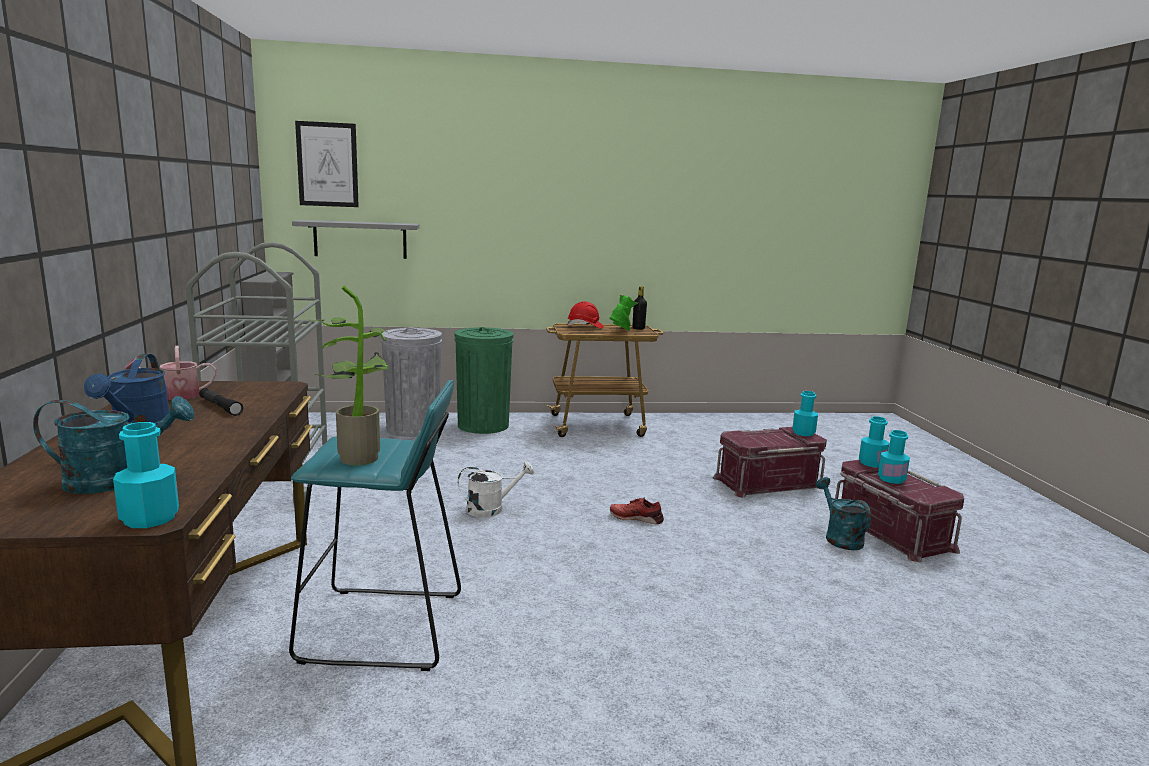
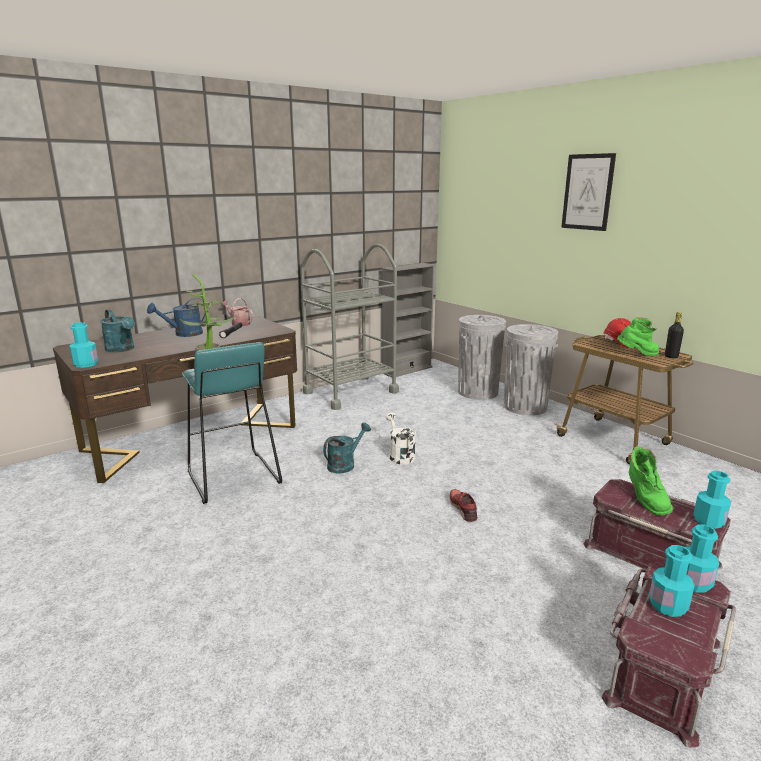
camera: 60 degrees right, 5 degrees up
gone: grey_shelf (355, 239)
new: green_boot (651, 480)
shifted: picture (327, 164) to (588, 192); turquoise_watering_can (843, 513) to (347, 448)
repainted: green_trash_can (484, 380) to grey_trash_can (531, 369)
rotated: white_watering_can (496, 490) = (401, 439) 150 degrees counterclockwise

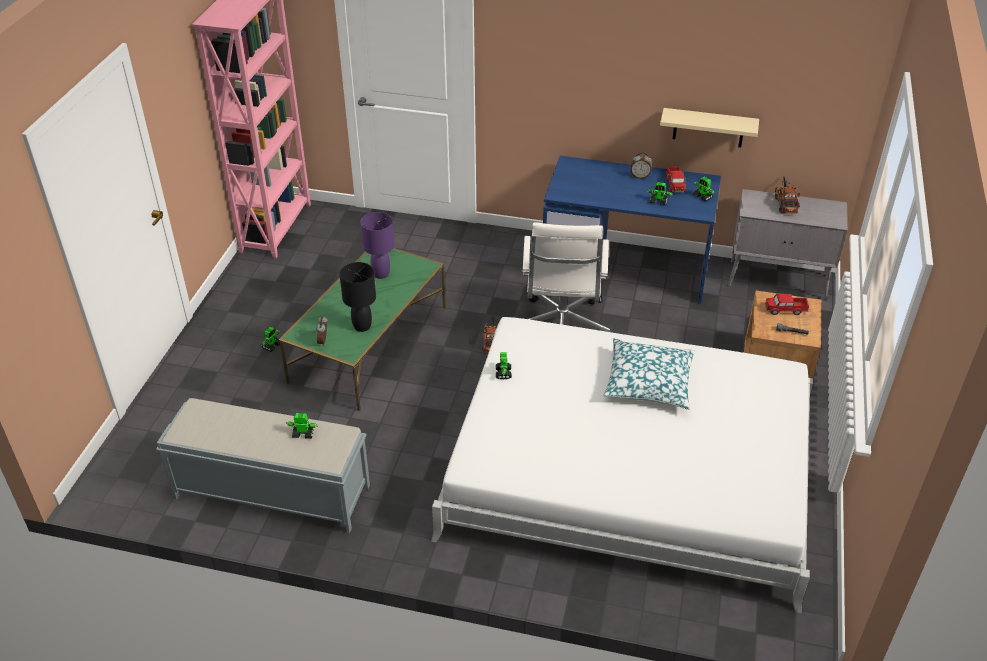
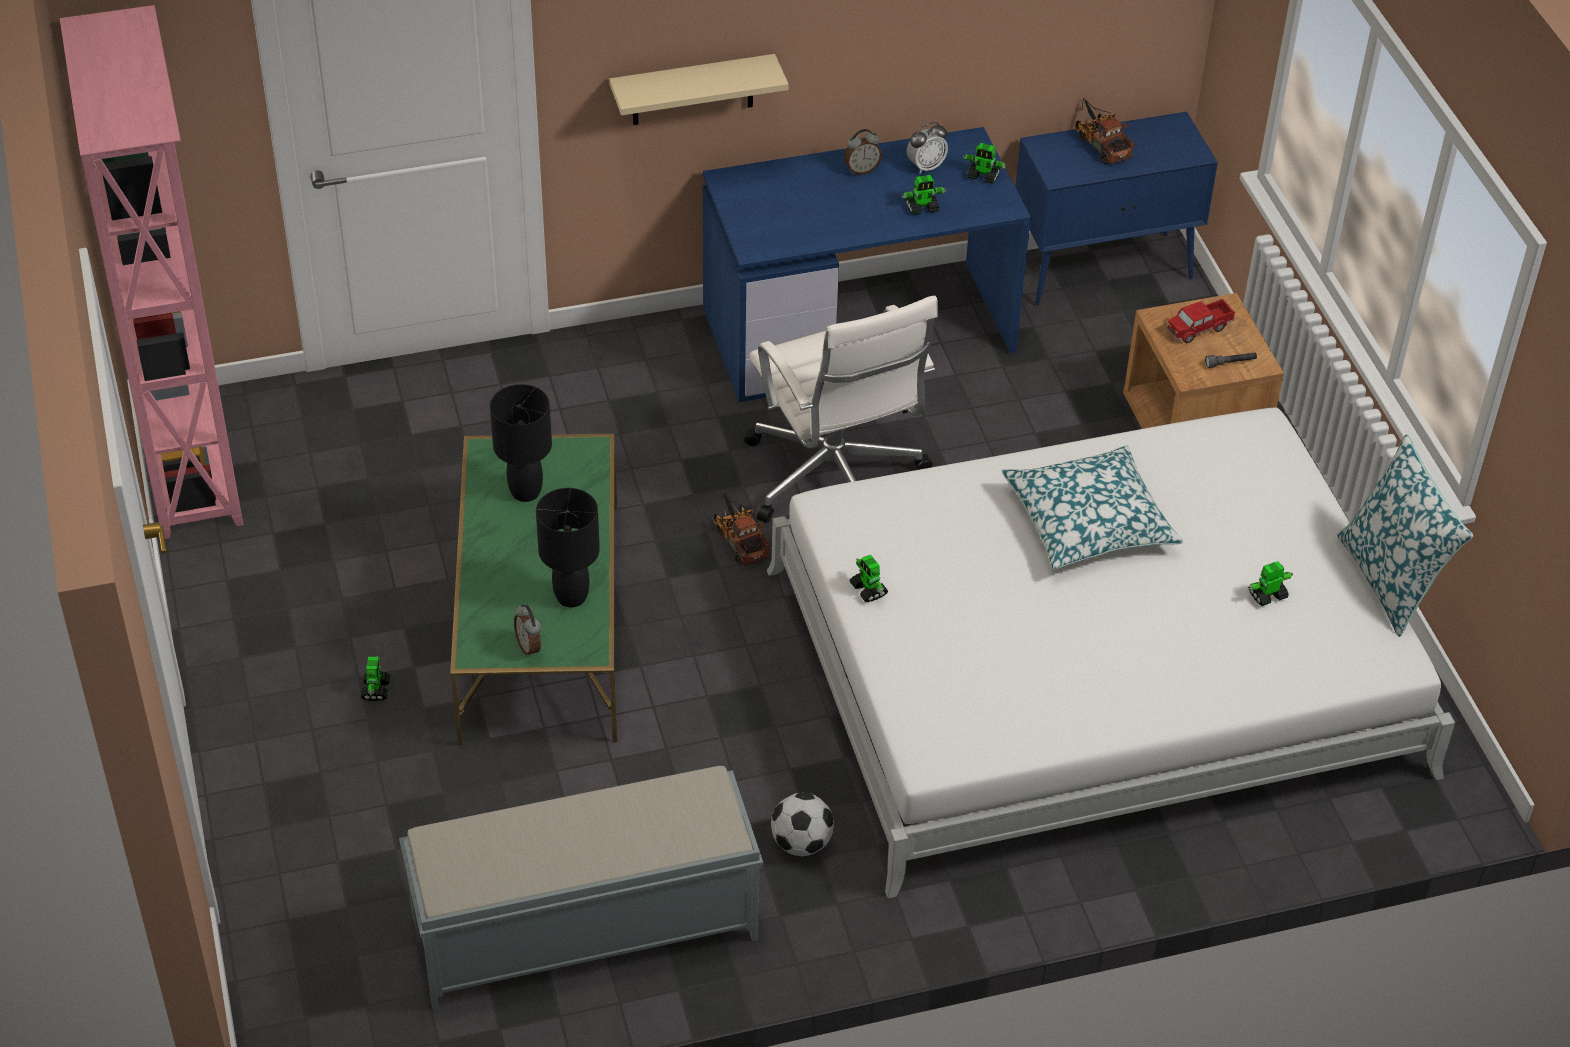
camera: 30 degrees left, 5 degrees up
new: football (802, 824); pillow (1405, 535)
shifted: toy_robot (302, 426) to (1270, 583); beige_shelf (709, 127) to (699, 89)
swapped: toy_truck (676, 179) to alarm_clock (927, 148)
repainted: purple_table_lamp (377, 245) to black_table_lamp (521, 443); grey_cabinet (787, 244) to blue_cabinet (1116, 209)

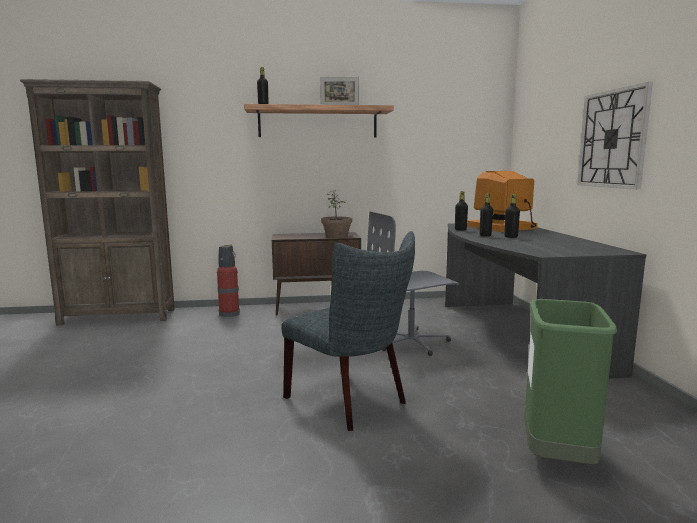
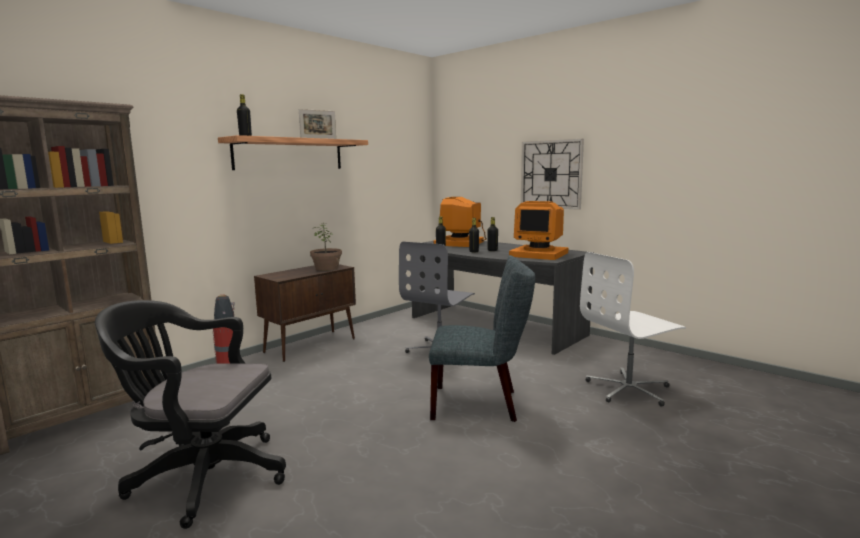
camera: 40 degrees left, 0 degrees up
new: black_office_chair (190, 414); monitor (538, 230)
swapped: green_trash_can (570, 382) to white_office_chair (633, 329)

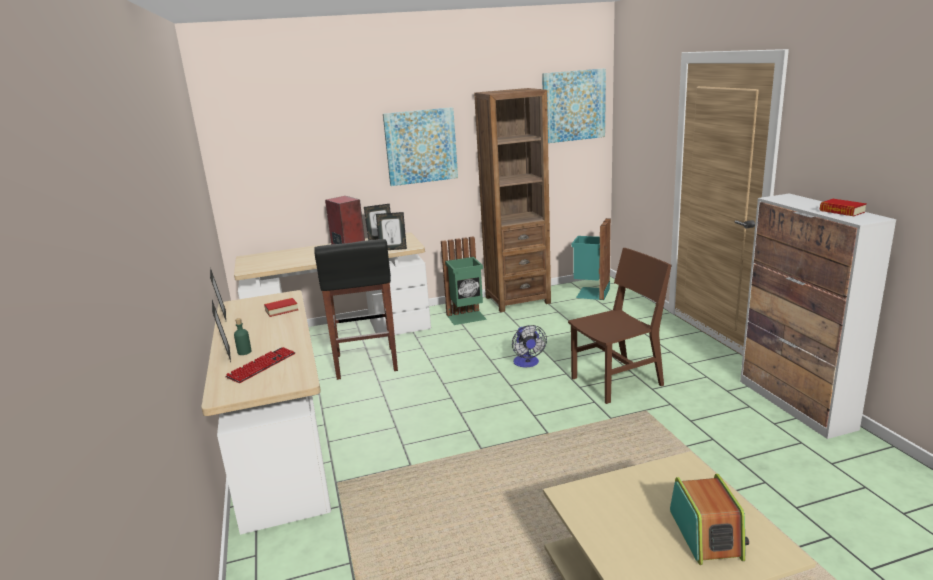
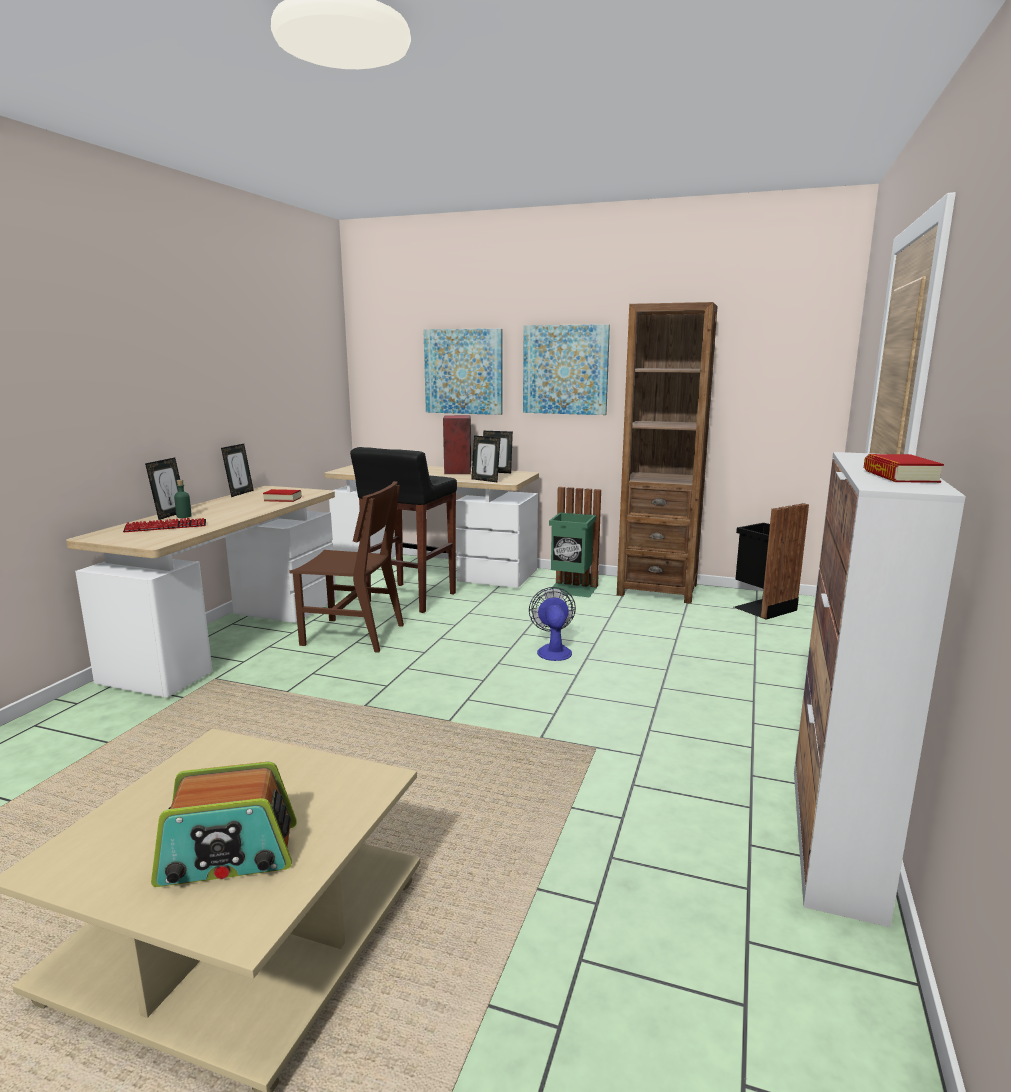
camera: 35 degrees right, 5 degrees down
shifted: picture (574, 105) to (463, 372); brown_chair (620, 326) to (347, 567)
repainted: turquoise_trash_can (591, 259) to black_trash_can (771, 561)
rotated: fan (529, 346) = (552, 624) 150 degrees clockwise; radio (709, 519) = (224, 824) 45 degrees clockwise

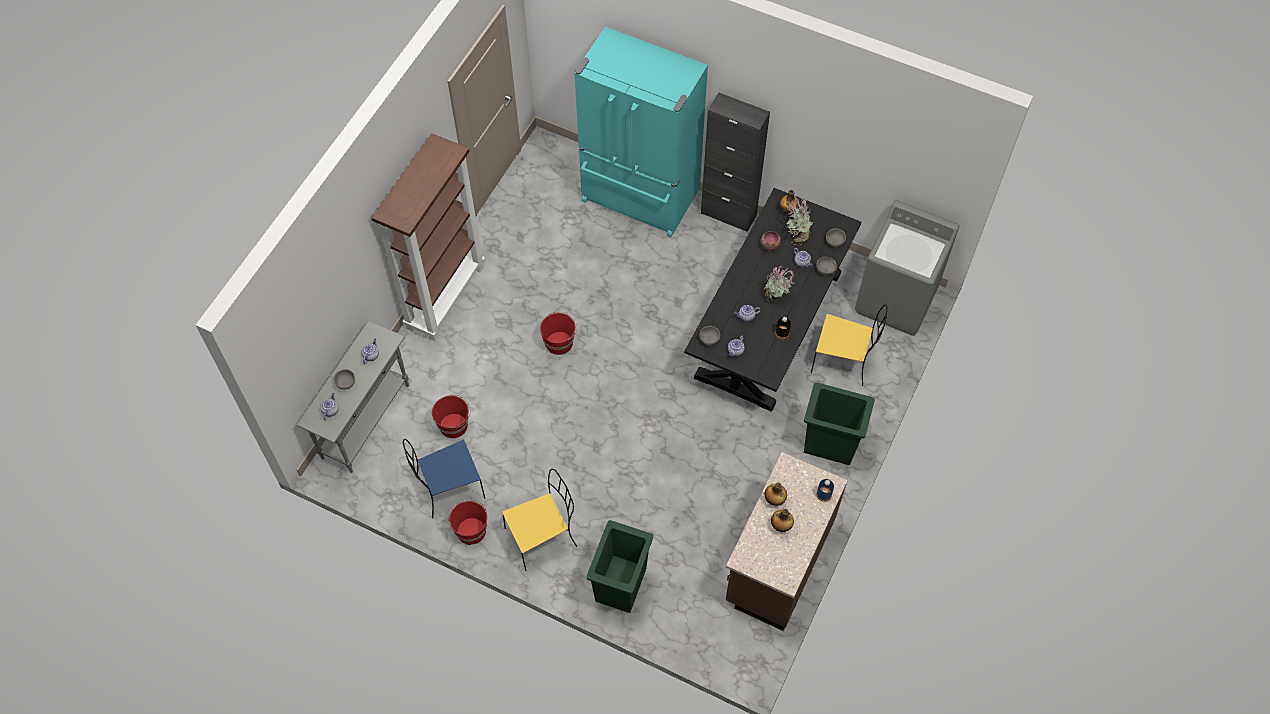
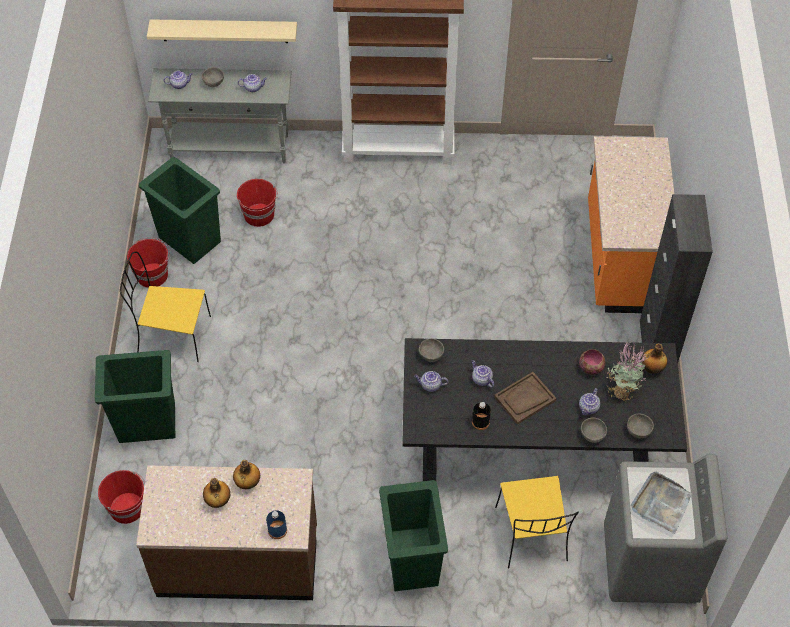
camera: 65 degrees right, 5 degrees down
new: beige_shelf (222, 31); grey_tray (661, 503)
shifted: red_bucket (558, 333) to (121, 497)
swapped: blue_chair (444, 478) to green_trash_can (180, 210); turquoise_fridge (641, 132) to orange_counter (631, 224); potted_plant (778, 283) to brown_tray (525, 398)
rotated: yellow_chair (539, 520) = (165, 307) 150 degrees clockwise

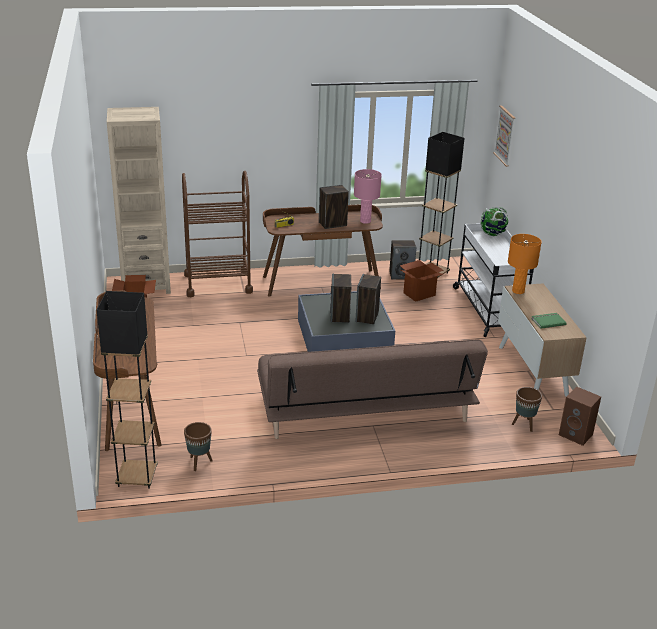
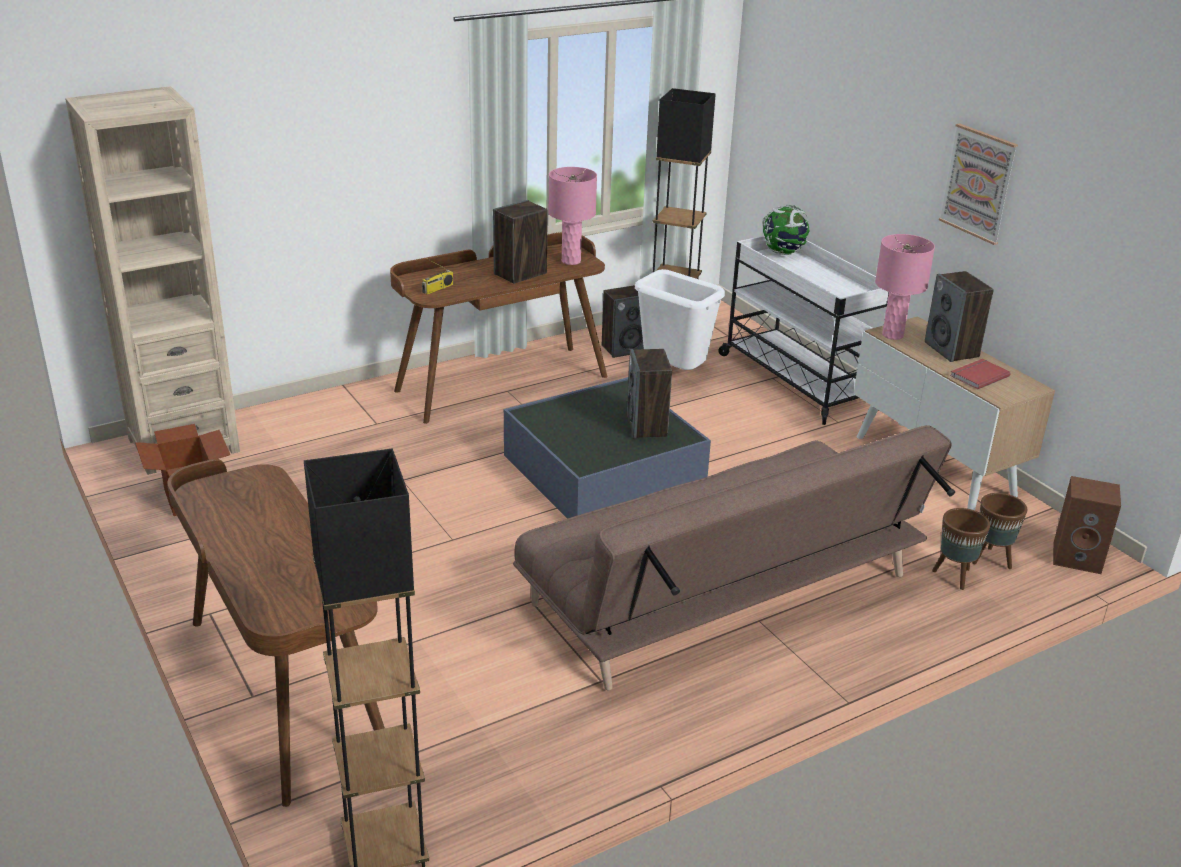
camera: 20 degrees left, 0 degrees up
gone: brown_cart (217, 234)
shifted: brown_planter (198, 446) to (961, 549); speaker (340, 298) to (959, 316); picture (504, 136) to (978, 184)
swapped: cardboard_box (422, 281) to white_trash_can (680, 319)
repainted: orange_table_lamp (525, 264) to pink_table_lamp (905, 287); green_book (549, 321) to red_book (980, 374)

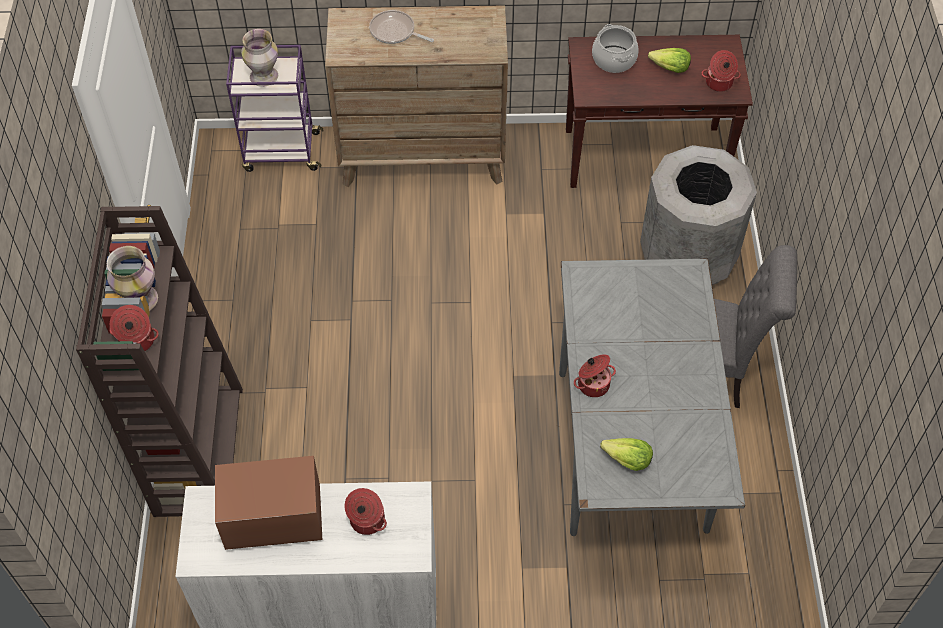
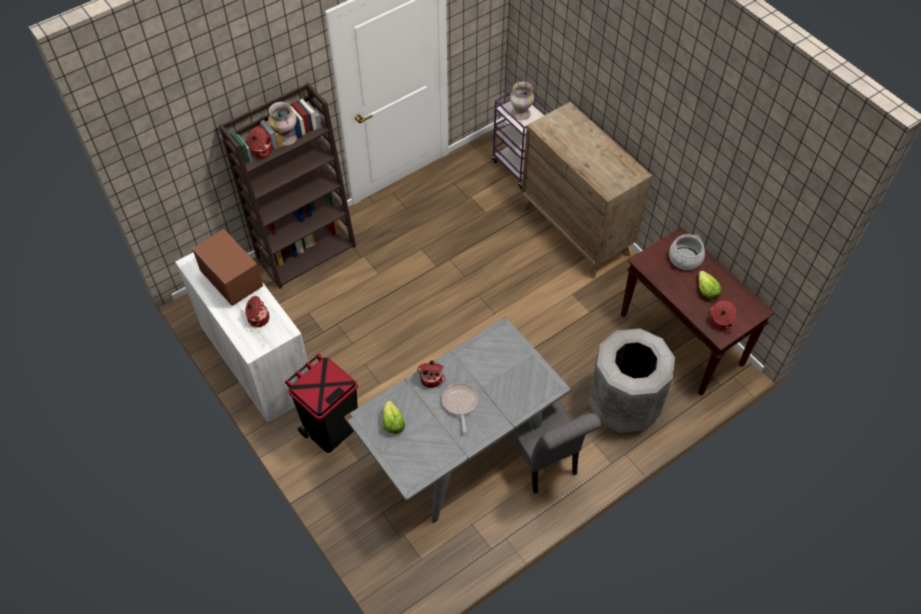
camera: 55 degrees right, 0 degrees up
new: black_trash_can (321, 403)
shifted: frying_pan (401, 27) to (460, 408)

